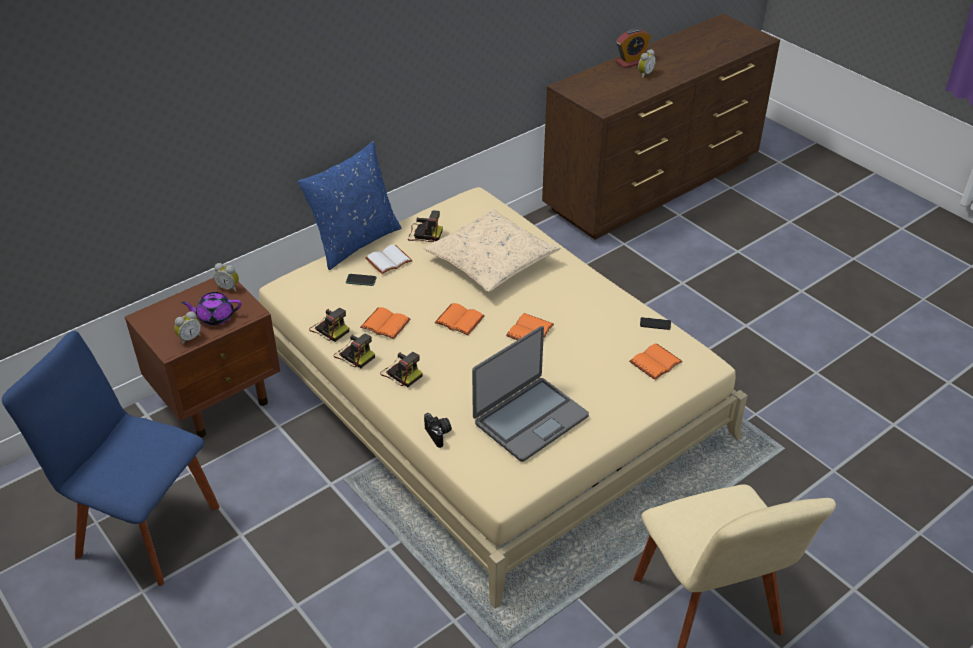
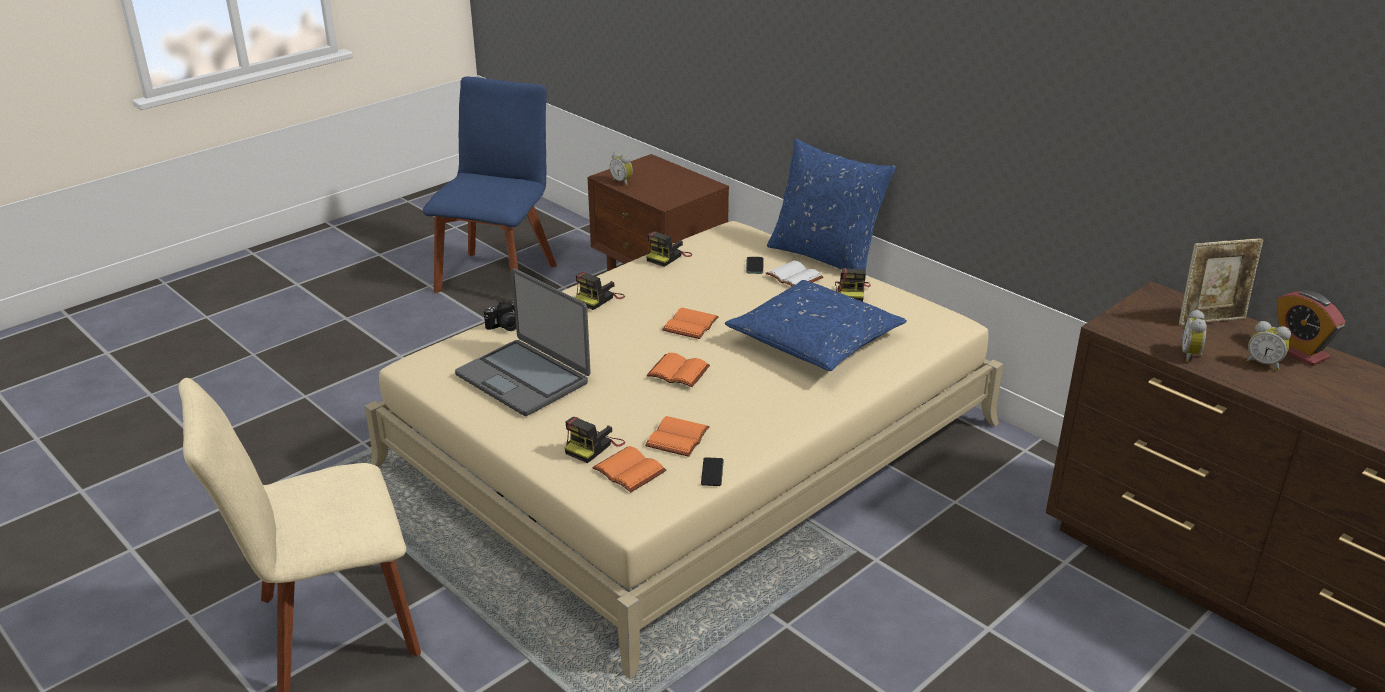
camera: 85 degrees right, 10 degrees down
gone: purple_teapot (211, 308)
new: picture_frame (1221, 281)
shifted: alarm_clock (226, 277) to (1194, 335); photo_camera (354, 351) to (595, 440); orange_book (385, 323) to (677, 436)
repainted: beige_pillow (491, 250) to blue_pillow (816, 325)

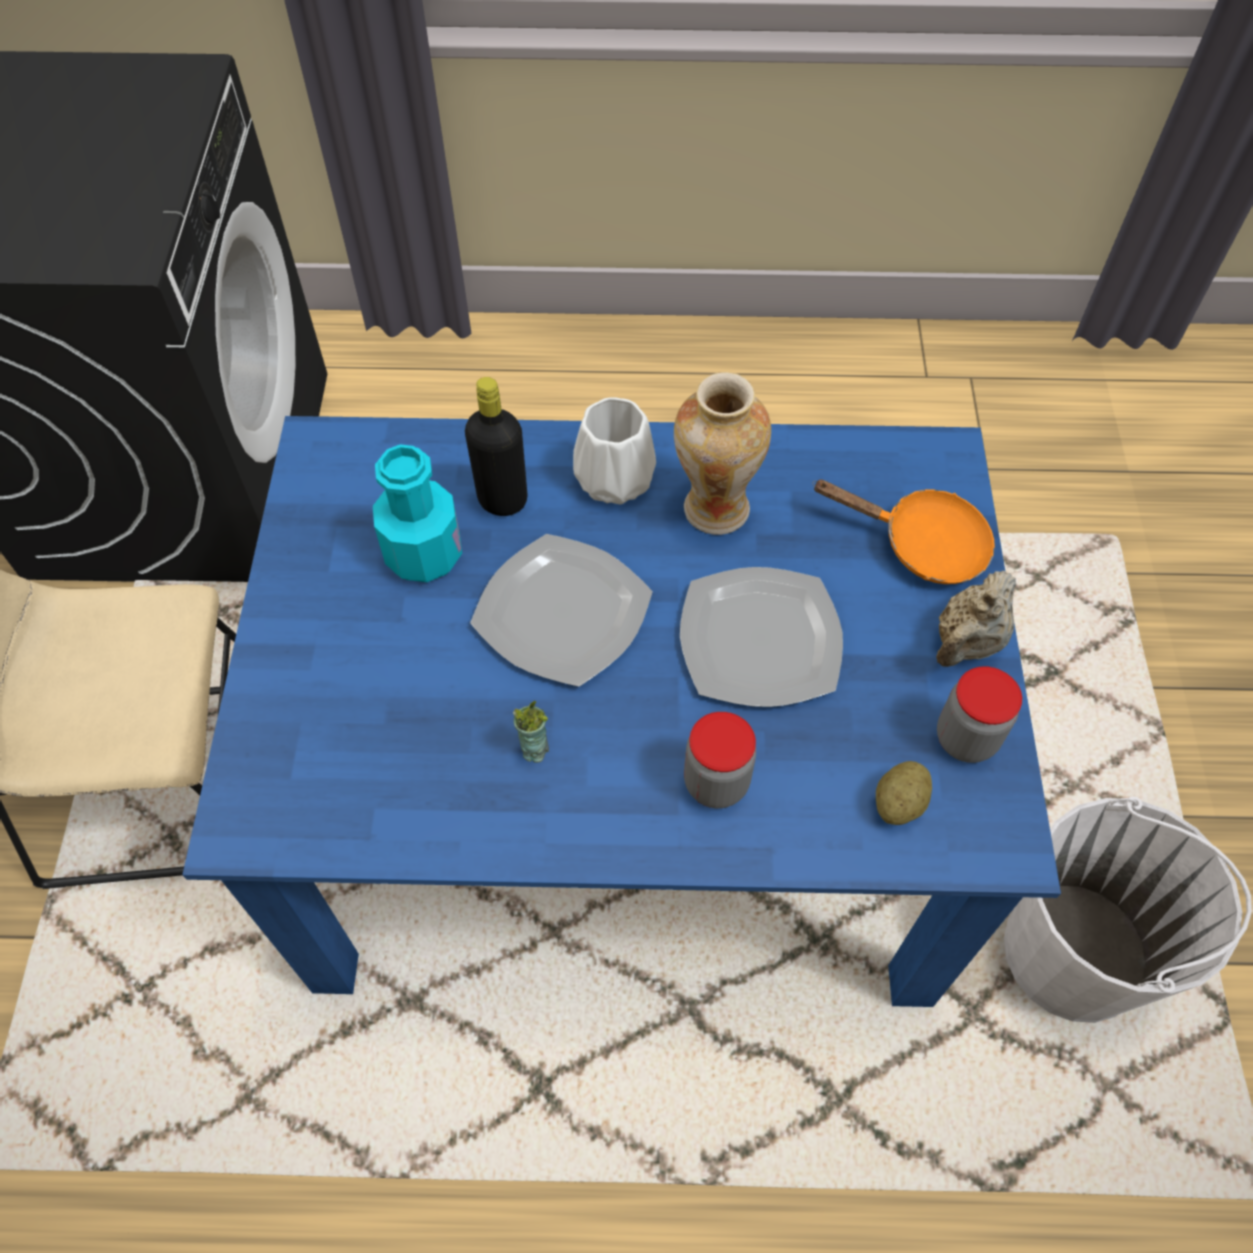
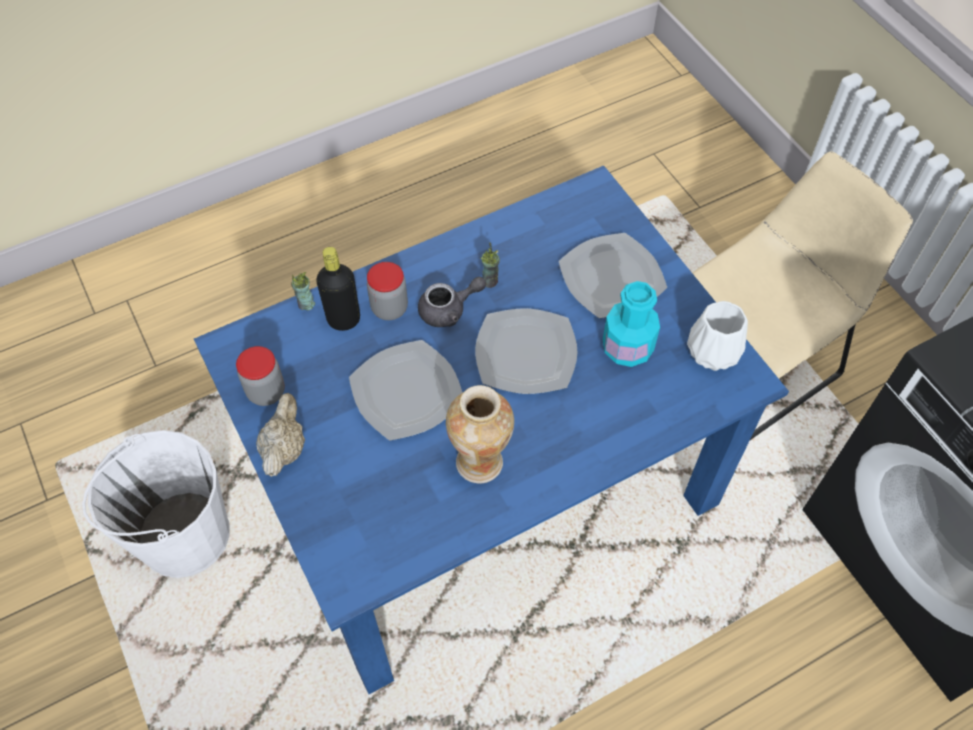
camera: 150 degrees right, 0 degrees up
gone: orange_frying_pan (903, 532); potato (904, 793)
new: cup (303, 291); grey_teapot (452, 302); plate (613, 275)
shifted: black_bottle (496, 446) to (338, 289); white_vase (614, 450) to (717, 336)

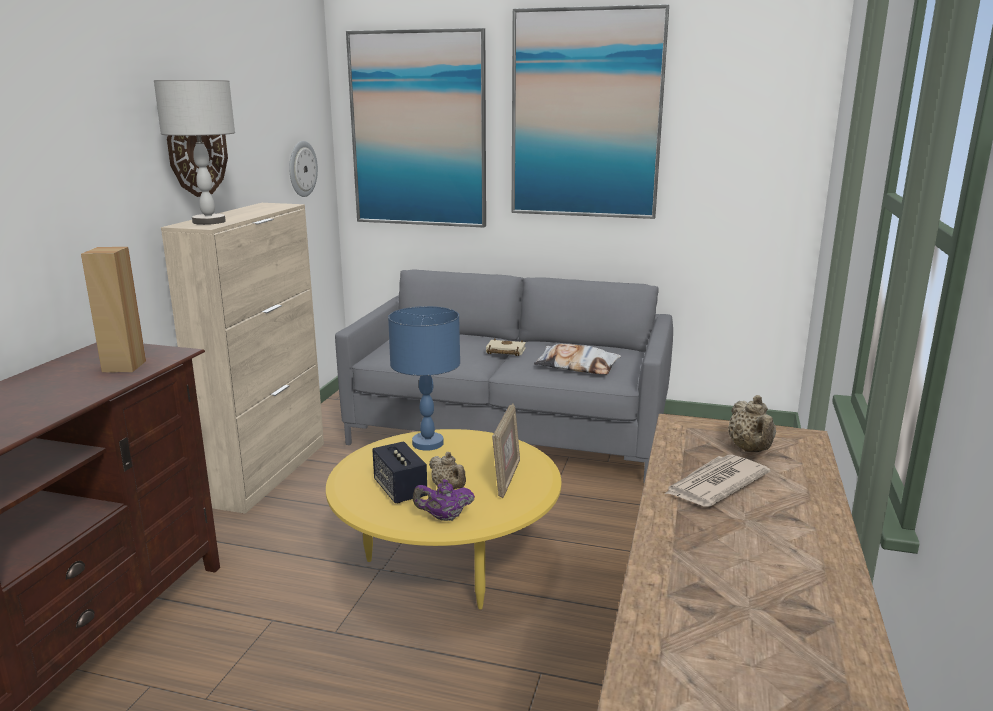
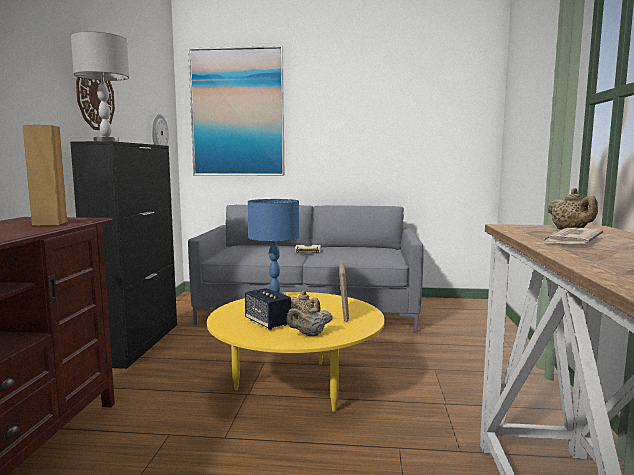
camera: 10 degrees left, 10 degrees down
gone: picture (590, 111); pillow (577, 359)
repainted: beige_cabinet (242, 358) to black_cabinet (123, 255); purple_teapot (444, 500) to beige_teapot (310, 319)

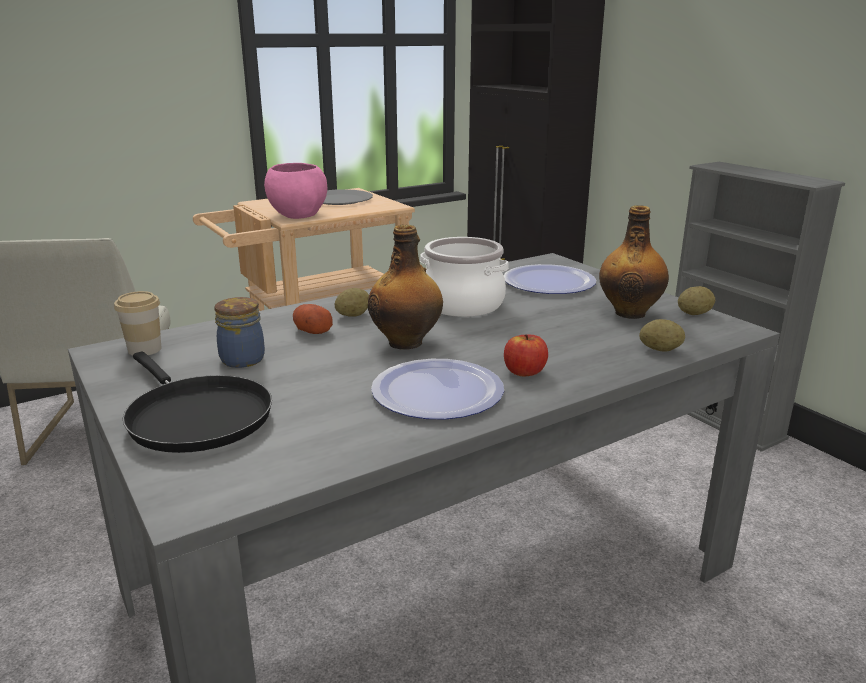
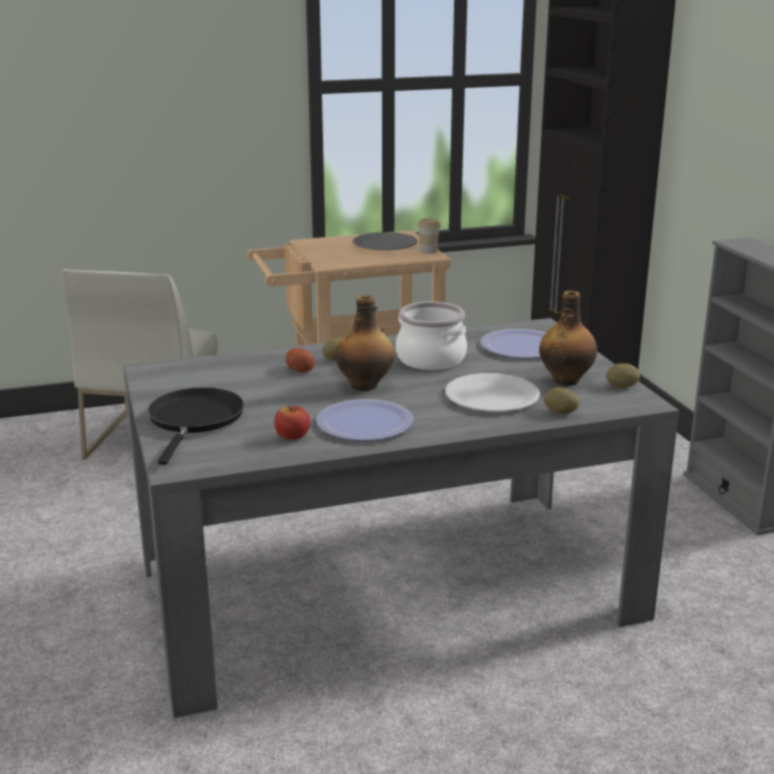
camera: 15 degrees right, 0 degrees up
gone: jar (239, 332); pink_bowl (295, 191)
new: white_plate (492, 392)
shifted: cup (137, 323) to (429, 236); apple (526, 355) to (292, 423)
rotated: black_frying_pan (197, 402) = (196, 426) 150 degrees counterclockwise

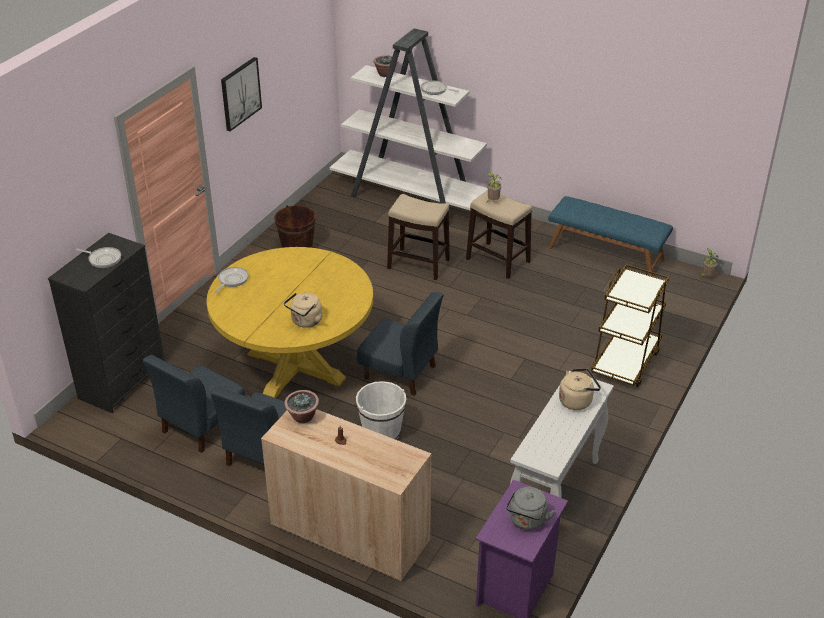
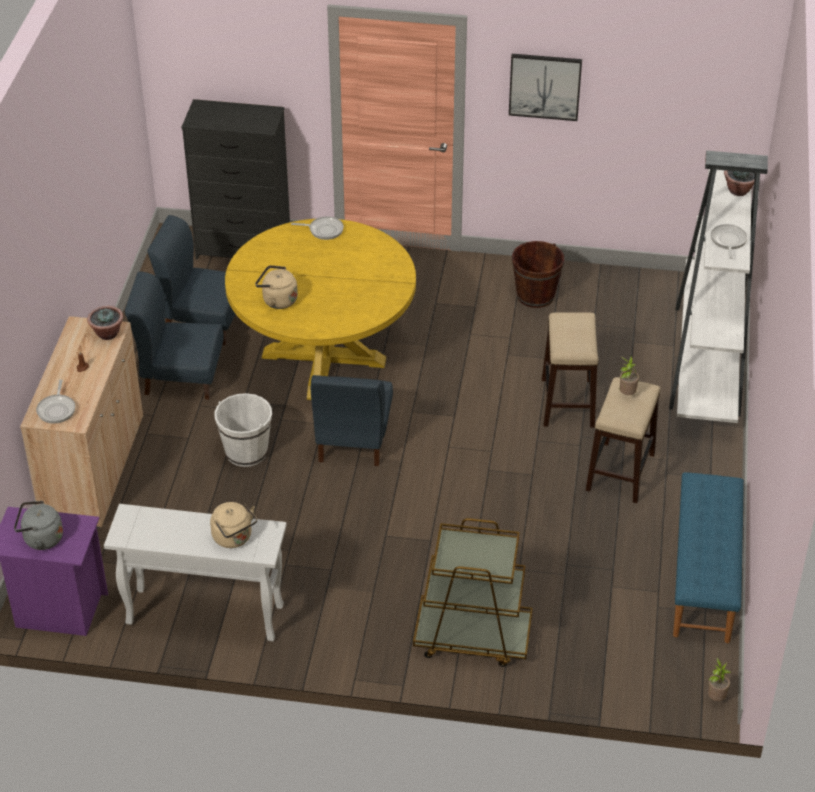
camera: 70 degrees right, 5 degrees up
shifted: frying_pan (98, 257) to (55, 402)

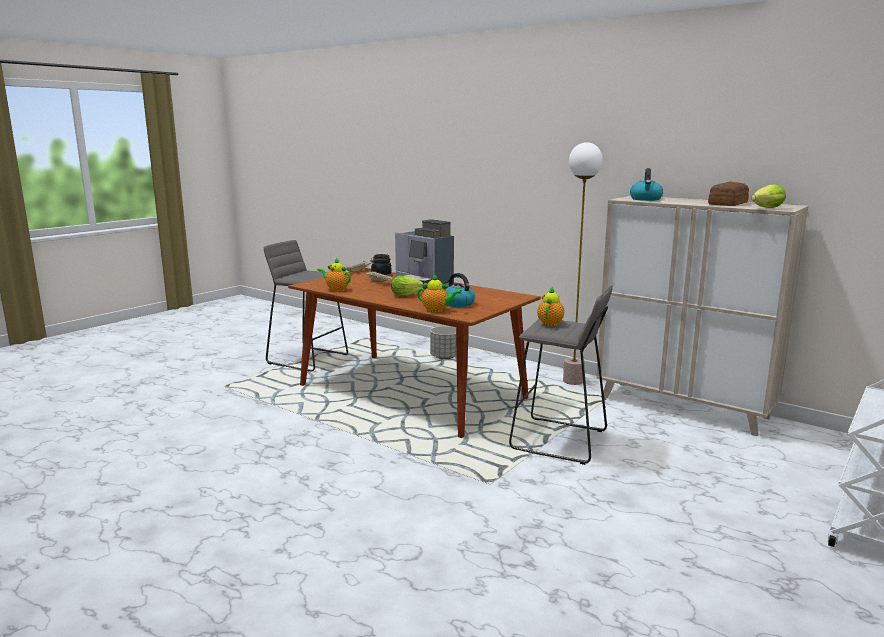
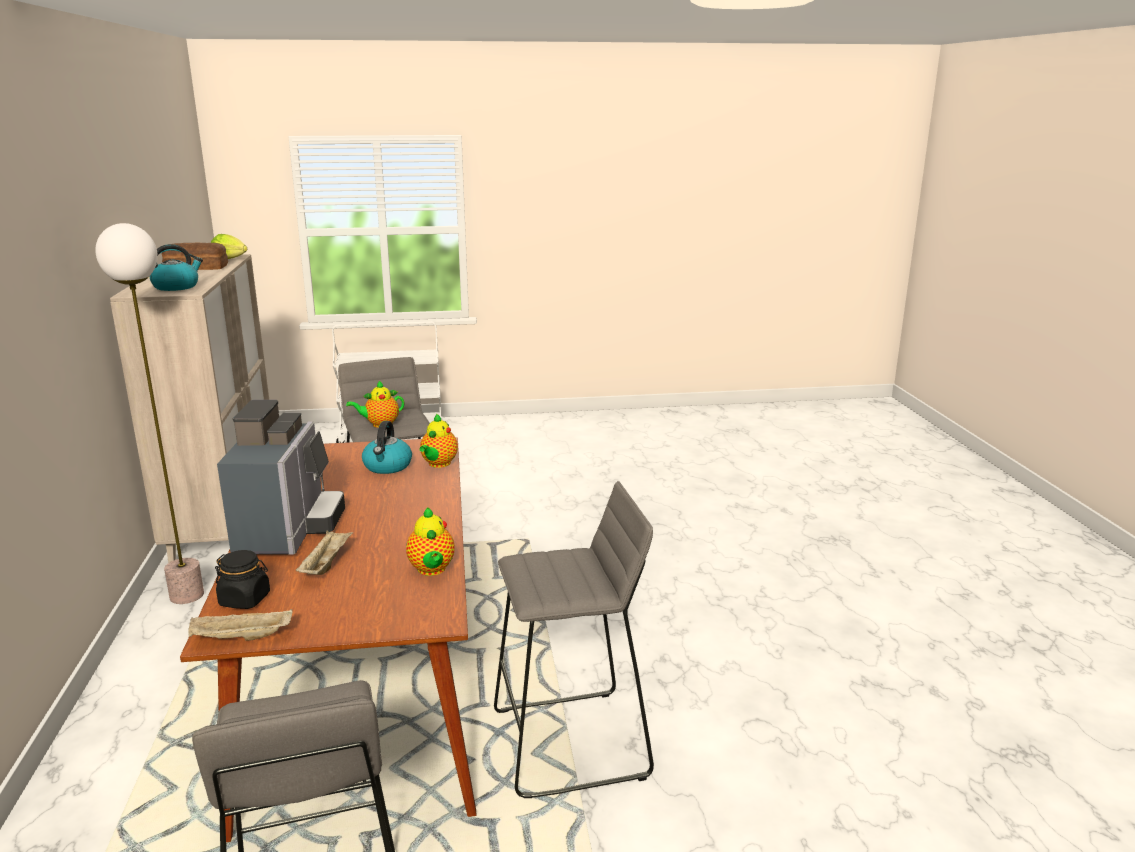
camera: 135 degrees left, 5 degrees up
gone: lettuce (407, 286); grey_planter (443, 342)
new: grey_stool (574, 639)
rotated: teapot (439, 293) = (438, 441) 135 degrees counterclockwise

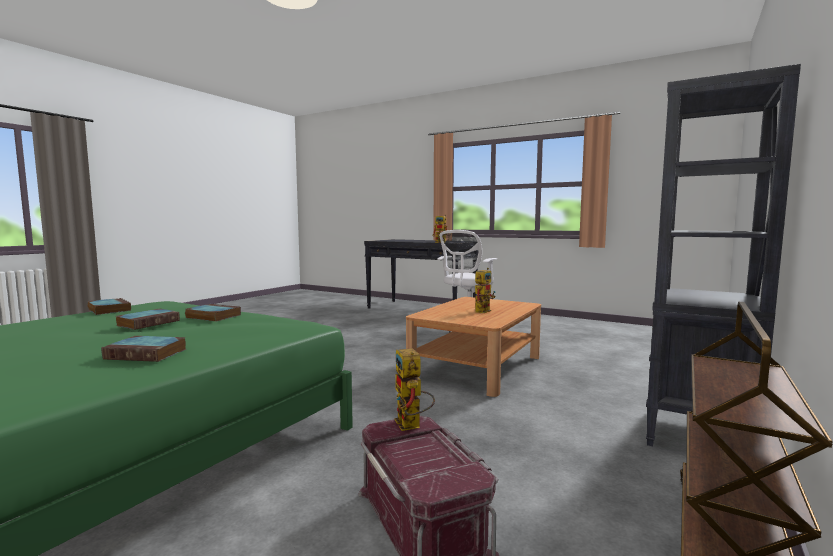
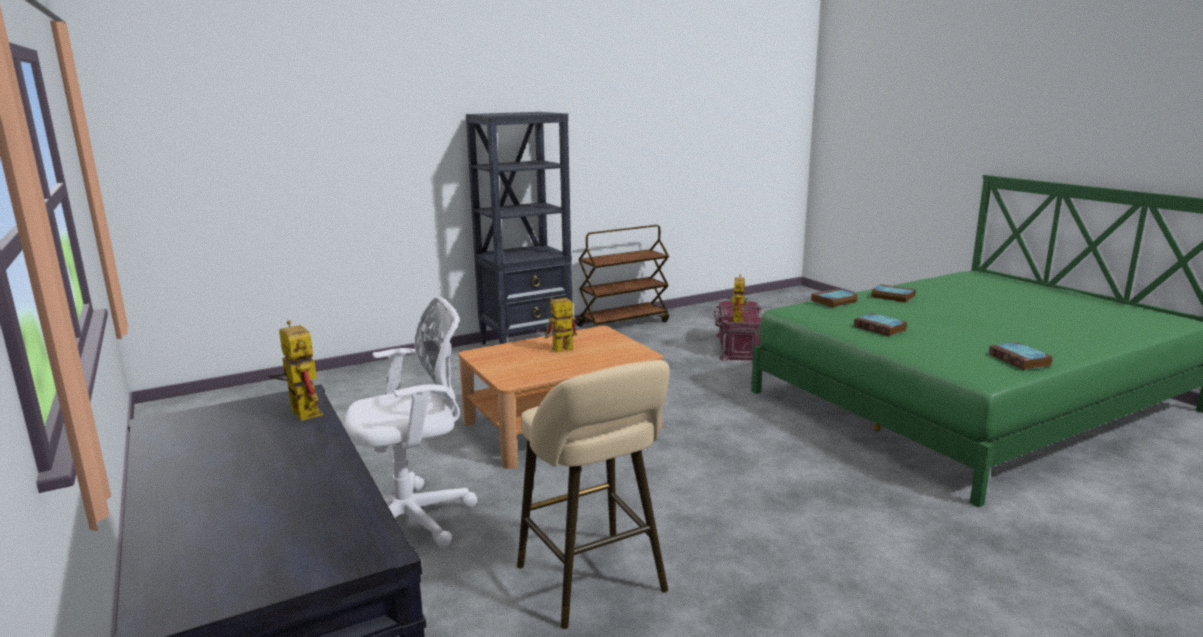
camera: 150 degrees left, 10 degrees up
new: beige_stool (593, 494)
shifted: book (148, 319) to (834, 298)

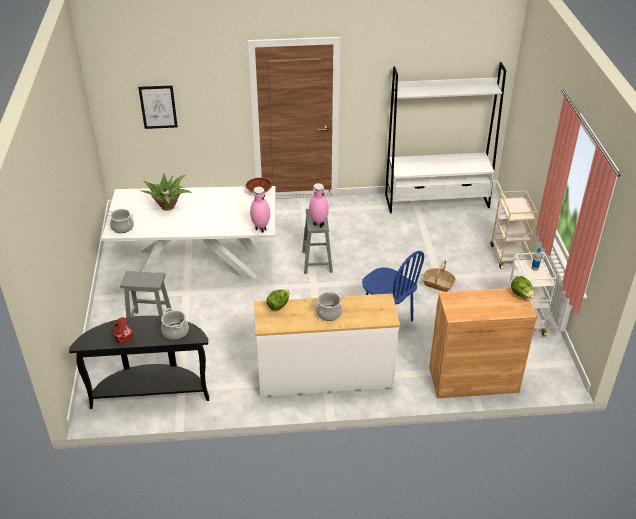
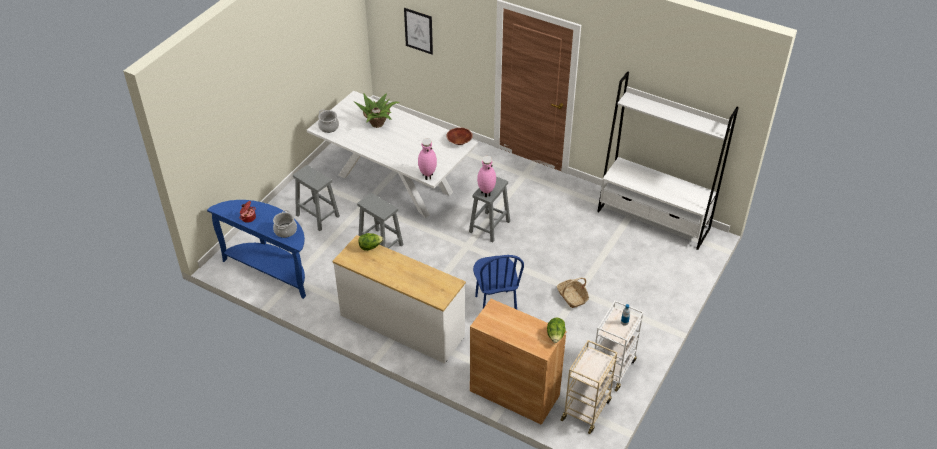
camera: 35 degrees right, 5 degrees up
gone: cooking_pot (329, 306)
new: grey_stool (380, 221)
shifted: beige_cart (513, 229) to (589, 387)
repainted: black_console_table (139, 362) to blue_console_table (256, 249)

